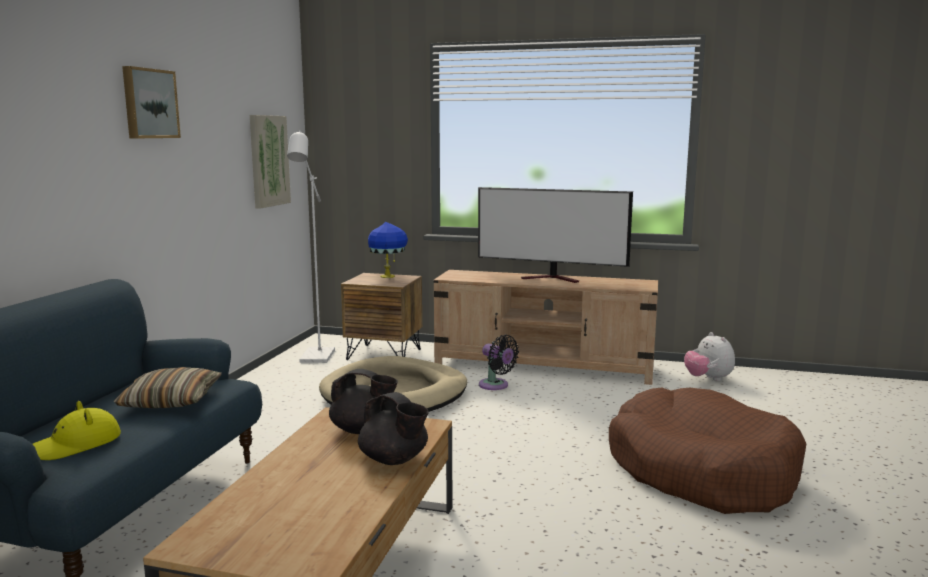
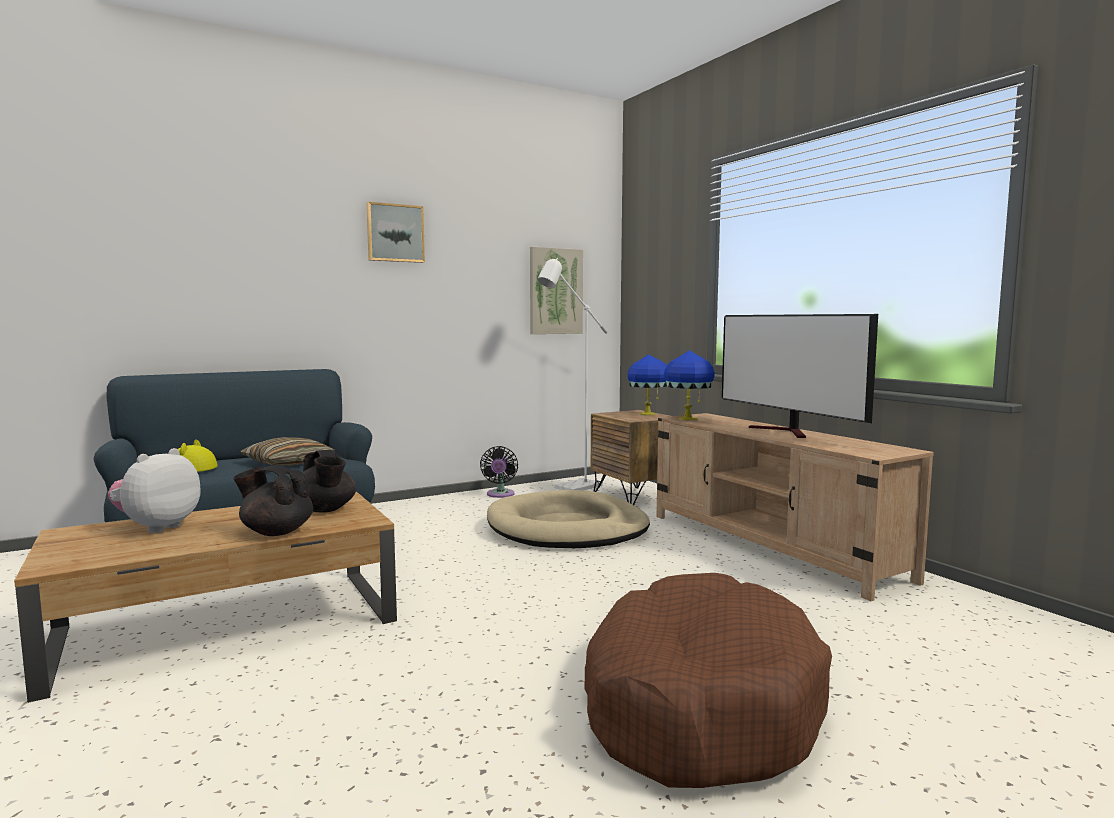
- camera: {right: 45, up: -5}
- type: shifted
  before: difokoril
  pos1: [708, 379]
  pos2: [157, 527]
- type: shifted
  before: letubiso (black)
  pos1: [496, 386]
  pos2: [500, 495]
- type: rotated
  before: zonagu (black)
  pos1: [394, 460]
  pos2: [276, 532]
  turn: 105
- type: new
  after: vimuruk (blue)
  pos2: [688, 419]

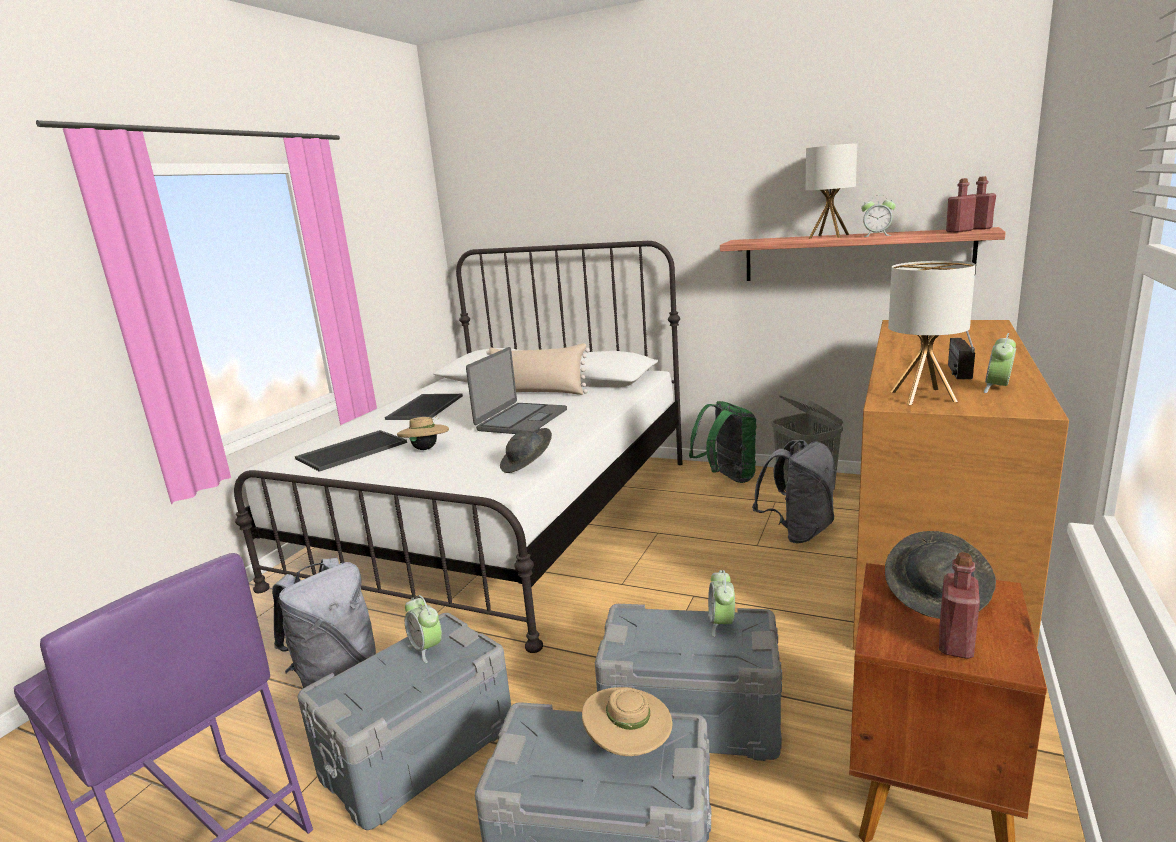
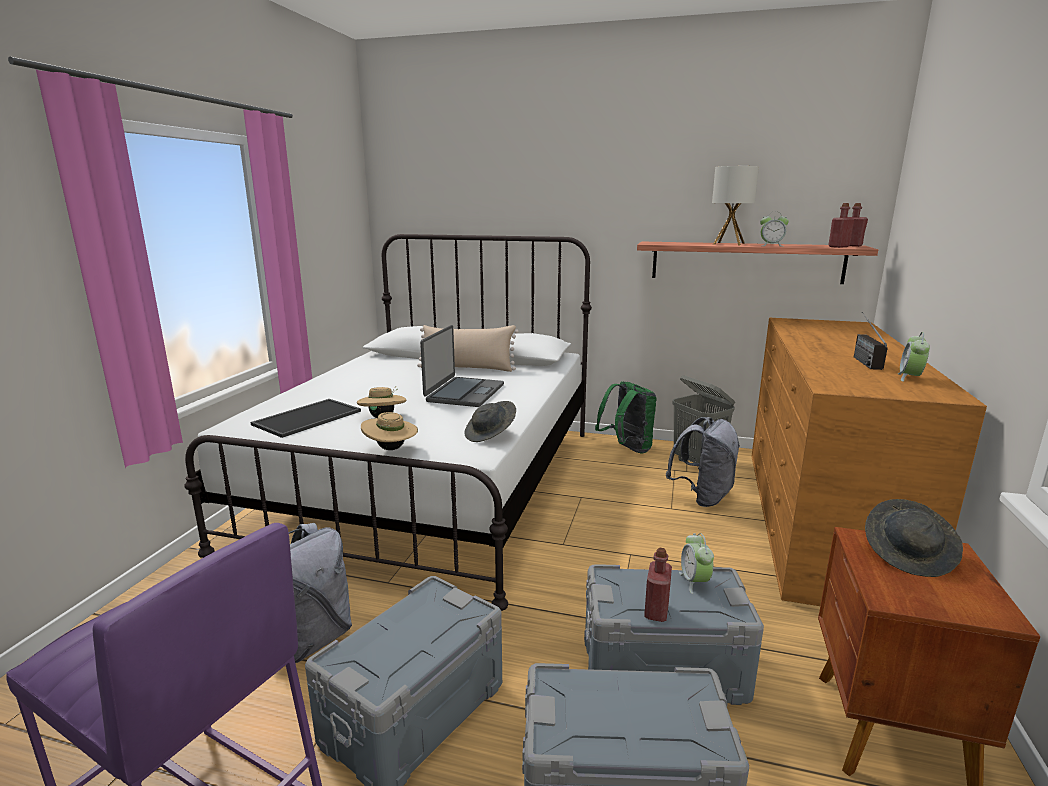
- camera: {right: -10, up: 0}
- type: gone
  before: vimuruk
  pos1: [922, 396]
- type: gone
  before: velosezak
  pos1: [424, 407]
- type: shifted
  before: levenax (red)
  pos1: [955, 644]
  pos2: [656, 611]
- type: gone
  before: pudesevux
  pos1: [426, 649]
- type: shifted
  before: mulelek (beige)
  pos1: [629, 747]
  pos2: [391, 449]

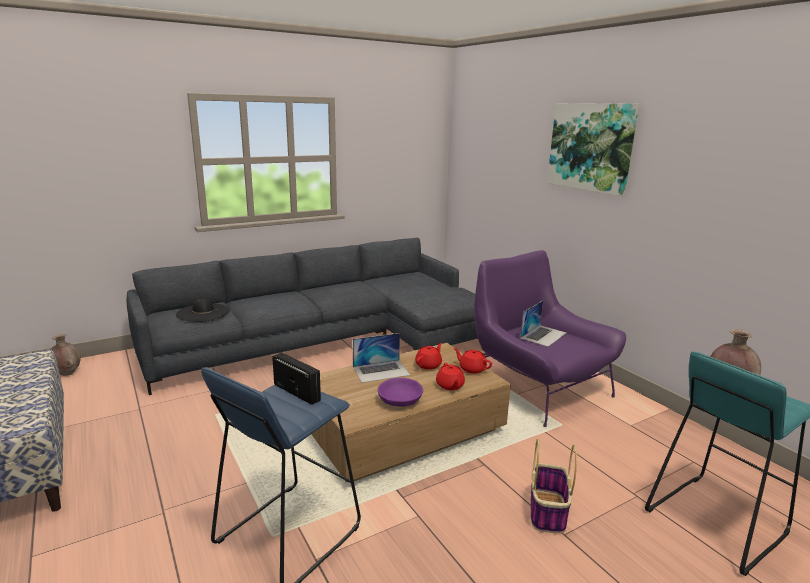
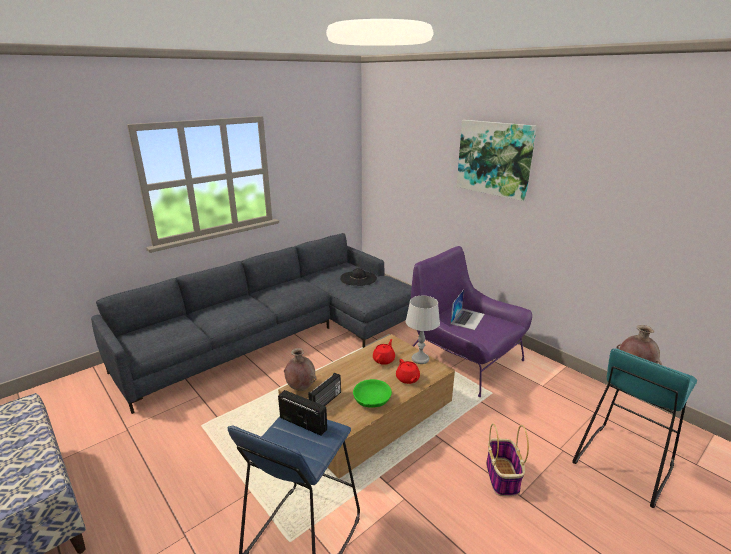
- camera: {right: -10, up: 5}
- type: shifted
  before: mulelek (black)
  pos1: [203, 312]
  pos2: [358, 278]
- type: gone
  before: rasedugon
  pos1: [381, 371]
- type: shifted
  before: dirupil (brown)
  pos1: [67, 373]
  pos2: [300, 387]
- type: swapped
  before: zonagu (red)
  after: vimuruk (grey)
  pos1: [472, 369]
  pos2: [420, 359]
- type: repainted
  before: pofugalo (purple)
  after: pofugalo (green)
  pos1: [400, 400]
  pos2: [372, 400]
- type: new
  after: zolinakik
  pos2: [326, 401]

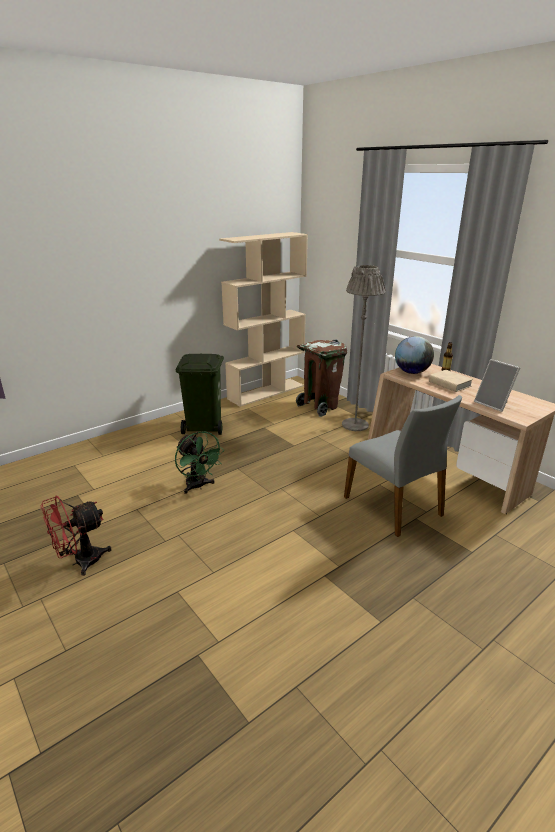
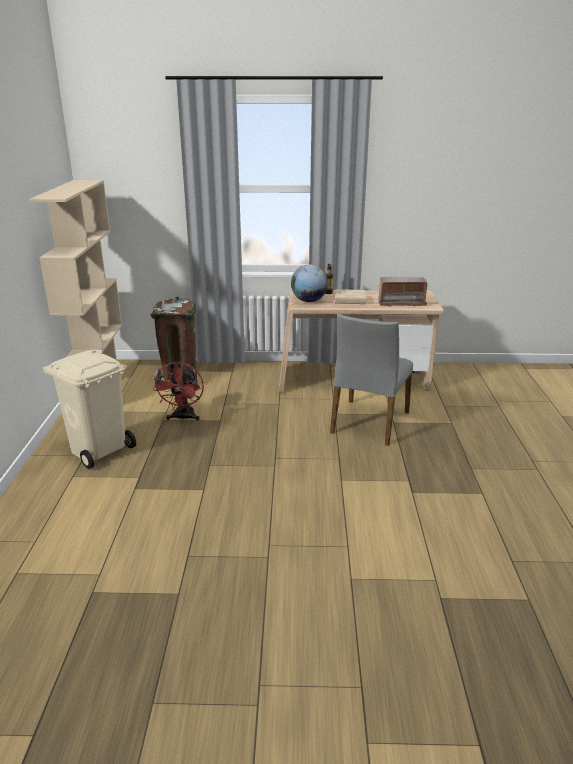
- camera: {right: -50, up: 0}
- type: gone
  before: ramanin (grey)
  pos1: [355, 425]
- type: repainted
  before: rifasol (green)
  after: rifasol (beige)
  pos1: [205, 426]
  pos2: [99, 449]
- type: swapped
  before: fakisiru
  after: zolinakik
  pos1: [493, 404]
  pos2: [401, 303]
- type: rotated
  before: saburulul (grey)
  pos1: [394, 506]
  pos2: [369, 422]
  turn: 105
- type: gone
  before: letubiso (green)
  pos1: [198, 486]
- type: shifted
  before: letubiso (red)
  pos1: [80, 562]
  pos2: [183, 418]

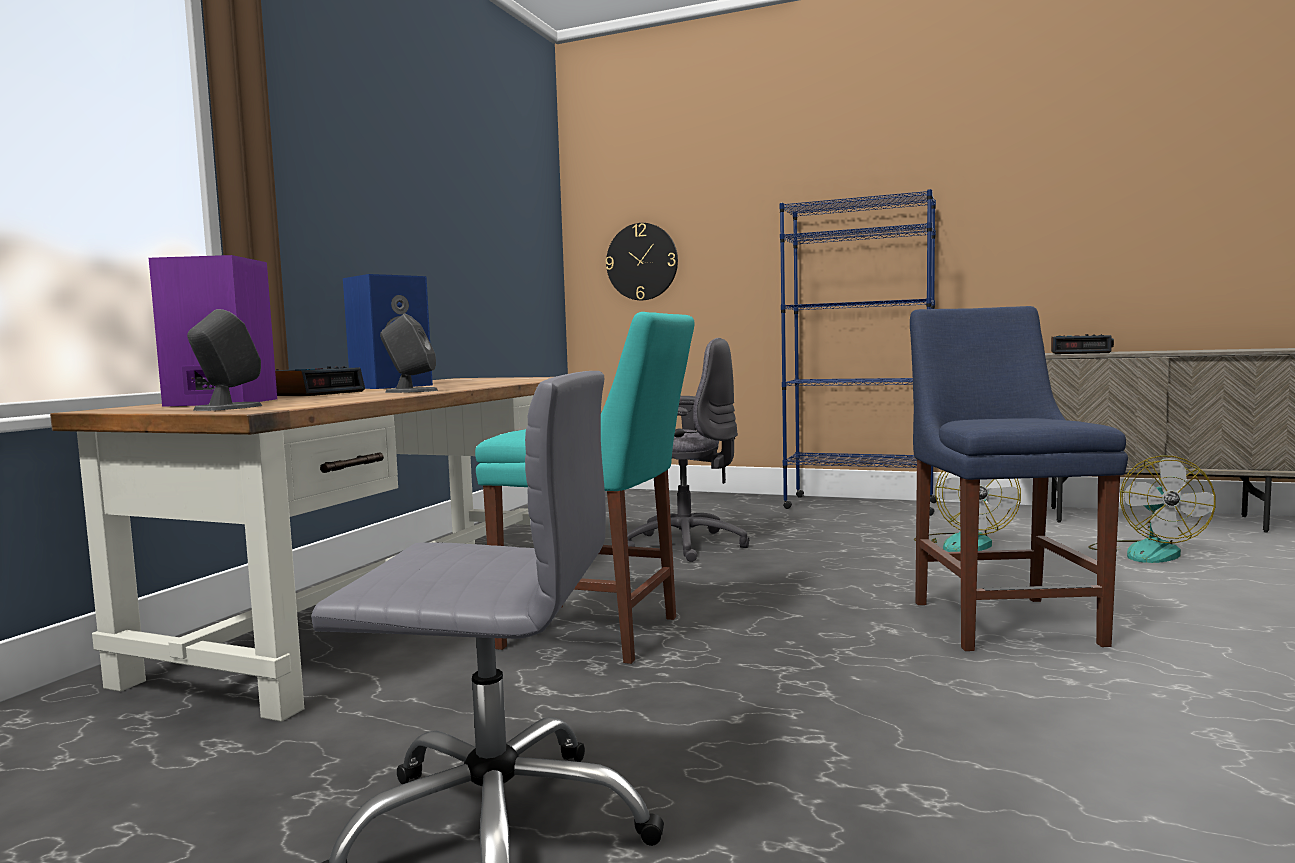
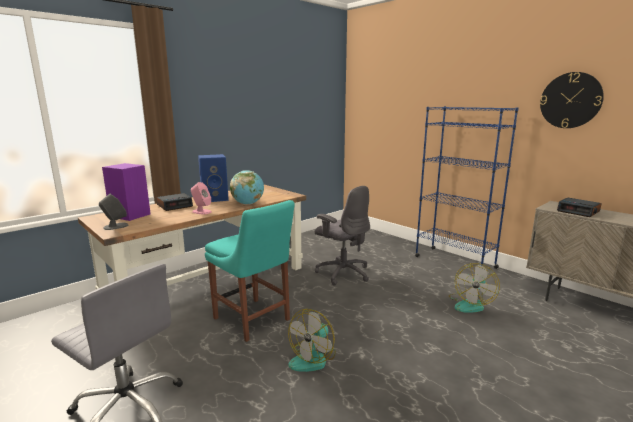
- camera: {right: 25, up: 10}
- type: shifted
  before: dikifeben
  pos1: [642, 262]
  pos2: [570, 100]
- type: gone
  before: saburulul (blue)
  pos1: [1001, 619]
- type: repainted
  before: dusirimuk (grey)
  after: dusirimuk (pink)
  pos1: [410, 391]
  pos2: [201, 212]
- type: shifted
  before: letubiso
  pos1: [1146, 552]
  pos2: [313, 358]
- type: new
  after: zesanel
  pos2: [248, 204]

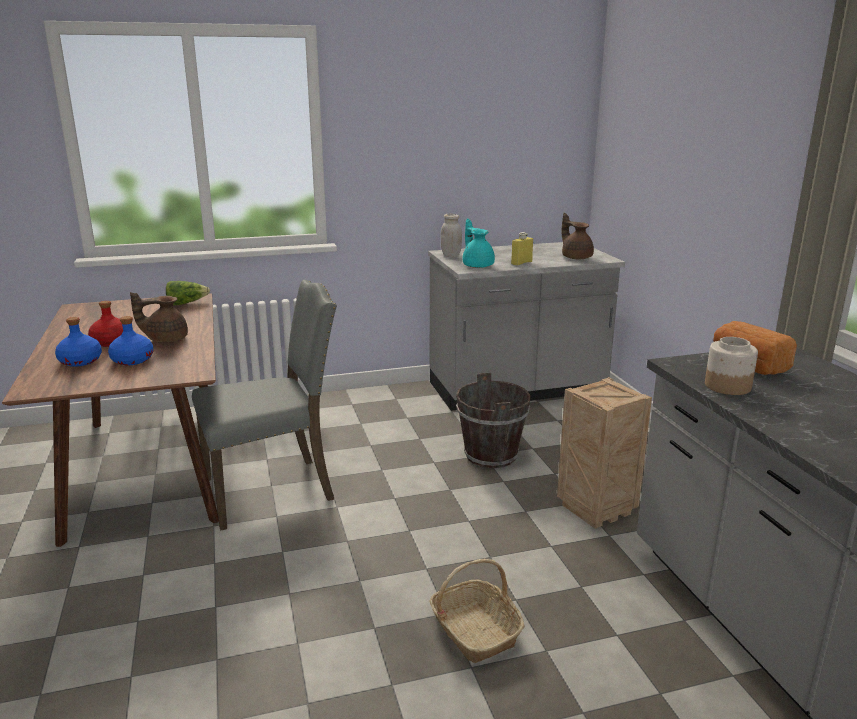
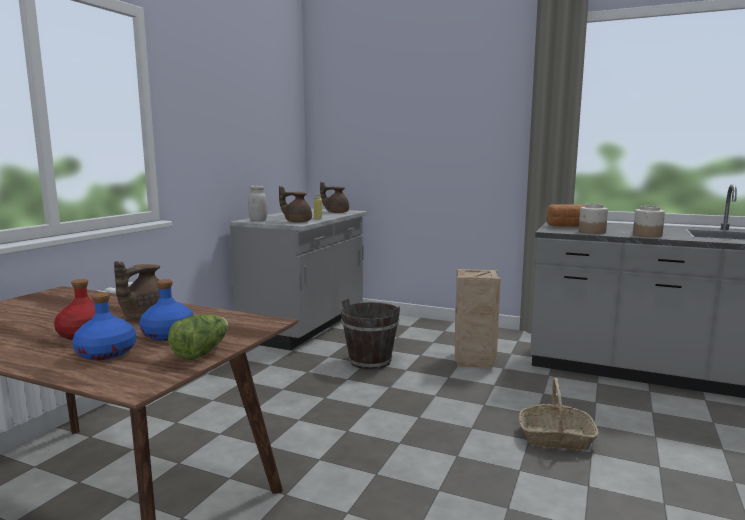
- camera: {right: -50, up: -10}
- type: repainted
  before: zonagu (turquoise)
  after: zonagu (brown)
  pos1: [477, 265]
  pos2: [297, 221]
- type: gone
  before: saburulul (grey)
  pos1: [272, 490]
- type: shifted
  before: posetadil
  pos1: [186, 303]
  pos2: [201, 352]
- type: new
  after: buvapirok
  pos2: [647, 235]

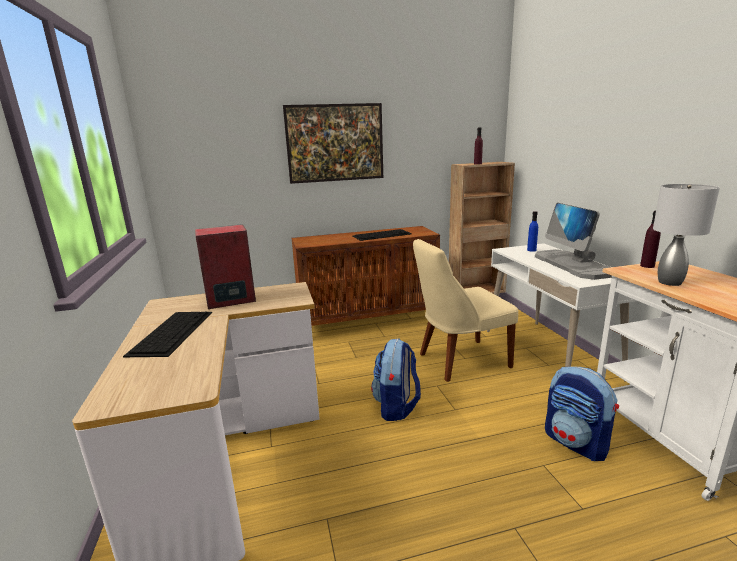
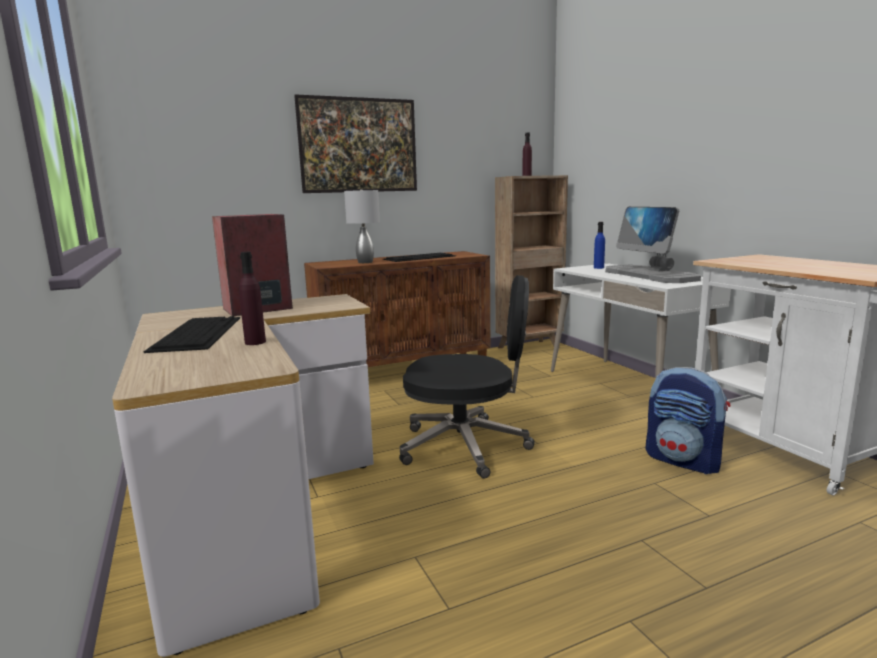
- camera: {right: -10, up: -5}
- type: shifted
  before: vimuruk (grey)
  pos1: [669, 282]
  pos2: [364, 262]
- type: shifted
  before: levenax (purple)
  pos1: [647, 266]
  pos2: [255, 342]
- type: gone
  before: saburulul (beige)
  pos1: [460, 361]
- type: swapped
  before: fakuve
  after: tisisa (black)
  pos1: [396, 407]
  pos2: [466, 446]

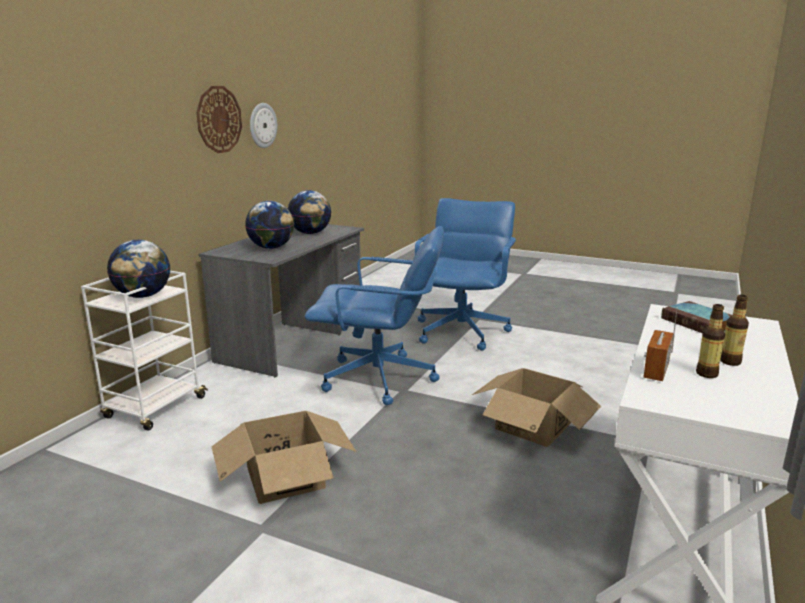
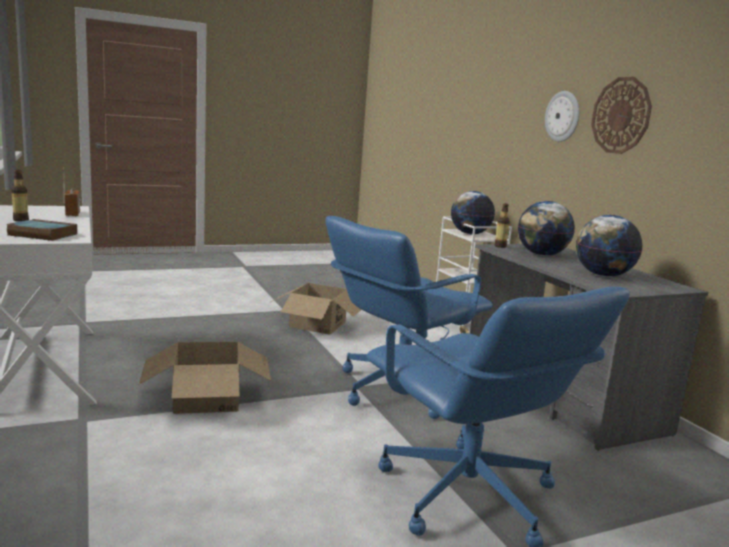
- camera: {right: 130, up: -5}
- type: shifted
  before: dikifeben
  pos1: [262, 125]
  pos2: [563, 116]
- type: shifted
  before: levenax
  pos1: [706, 374]
  pos2: [500, 246]

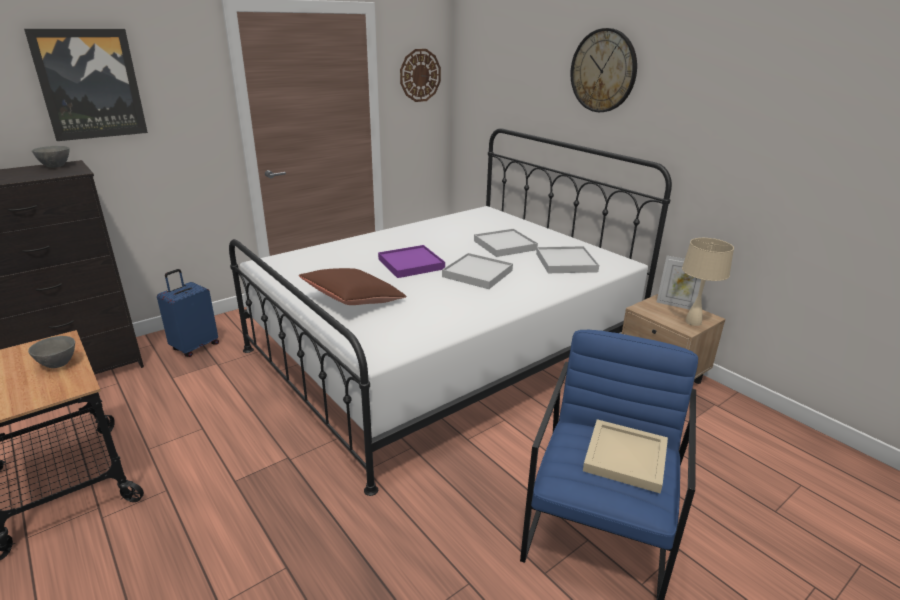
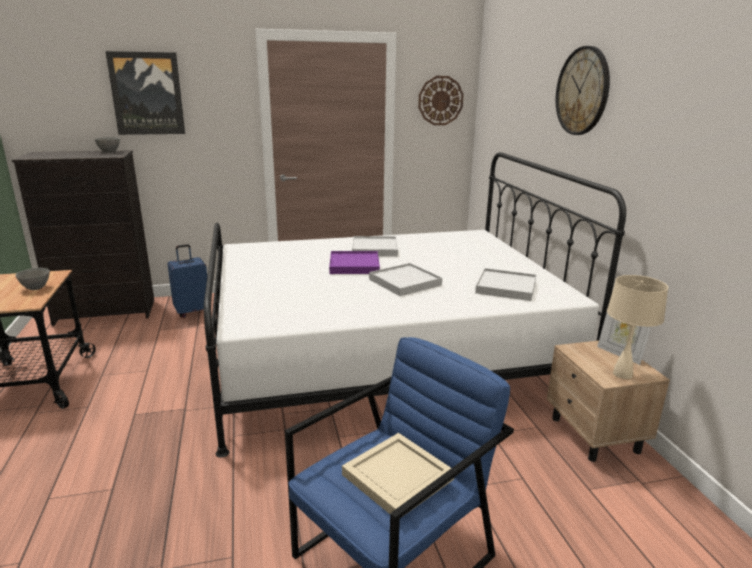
- camera: {right: 25, up: -5}
- type: shifted
  before: velosezak (white)
  pos1: [505, 245]
  pos2: [374, 249]
- type: gone
  before: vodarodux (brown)
  pos1: [353, 300]

